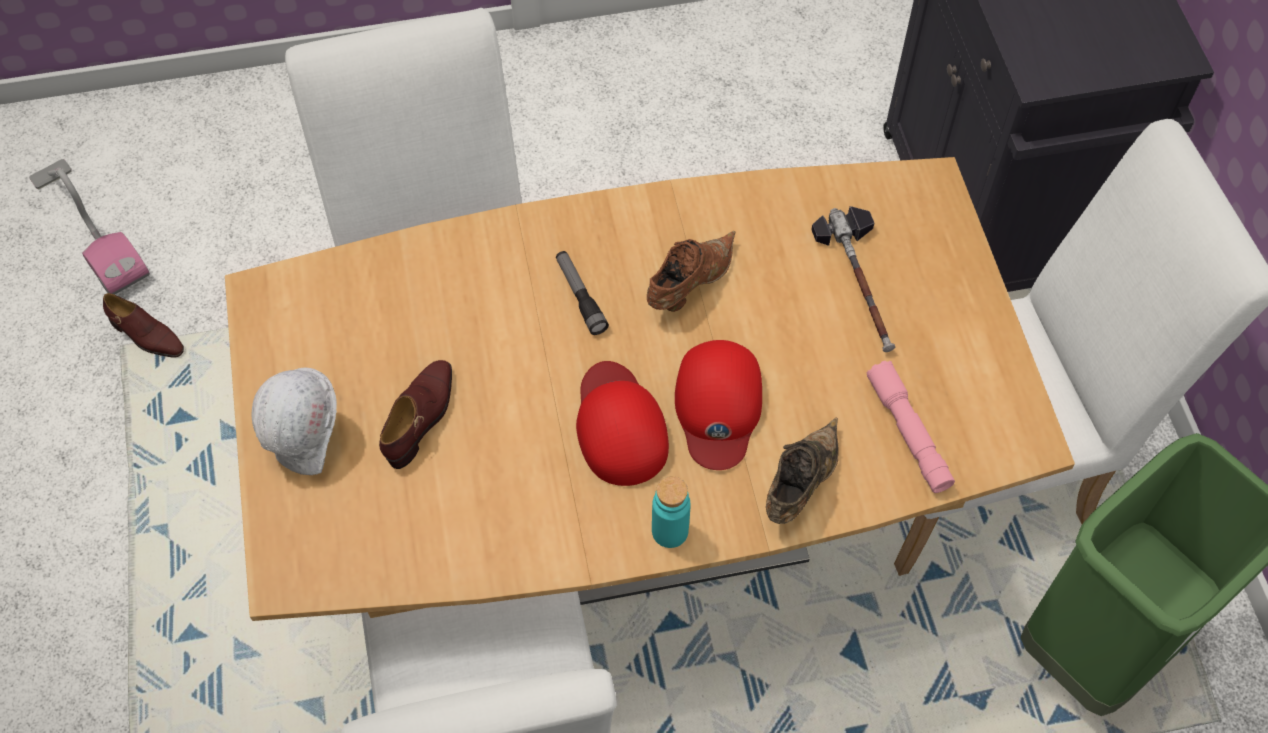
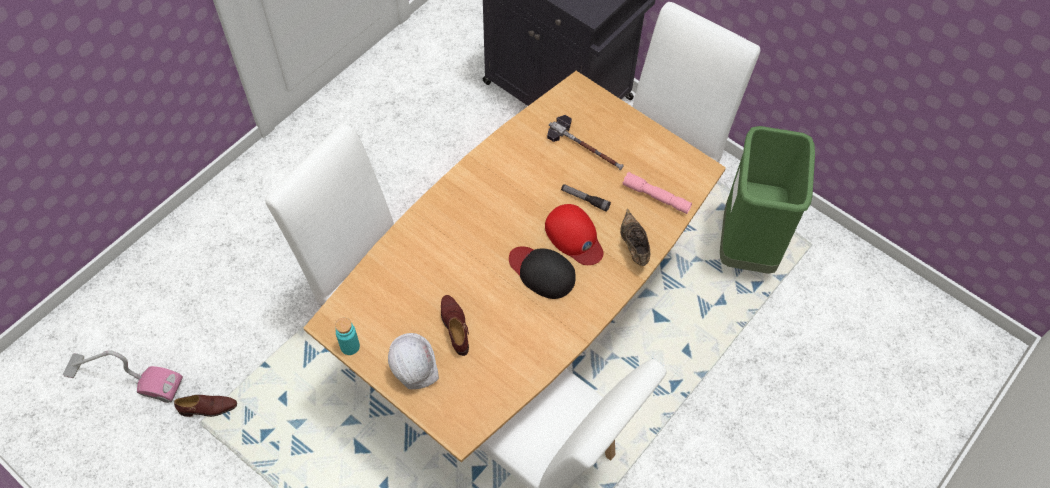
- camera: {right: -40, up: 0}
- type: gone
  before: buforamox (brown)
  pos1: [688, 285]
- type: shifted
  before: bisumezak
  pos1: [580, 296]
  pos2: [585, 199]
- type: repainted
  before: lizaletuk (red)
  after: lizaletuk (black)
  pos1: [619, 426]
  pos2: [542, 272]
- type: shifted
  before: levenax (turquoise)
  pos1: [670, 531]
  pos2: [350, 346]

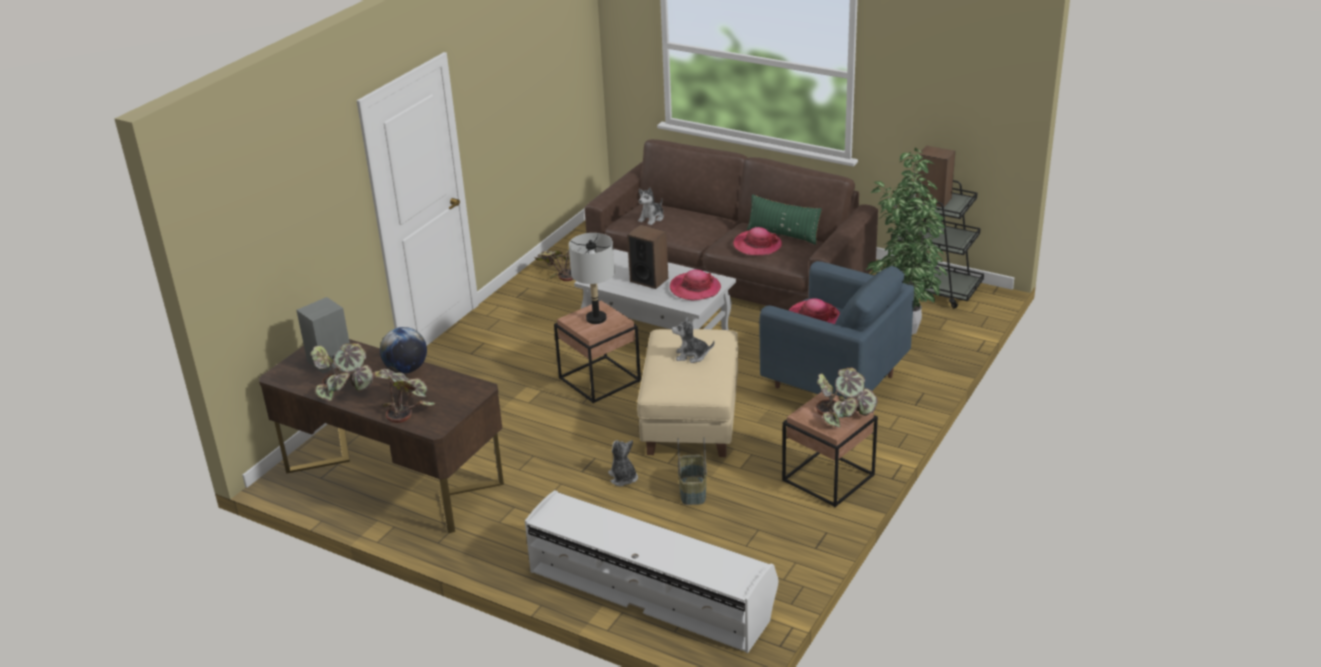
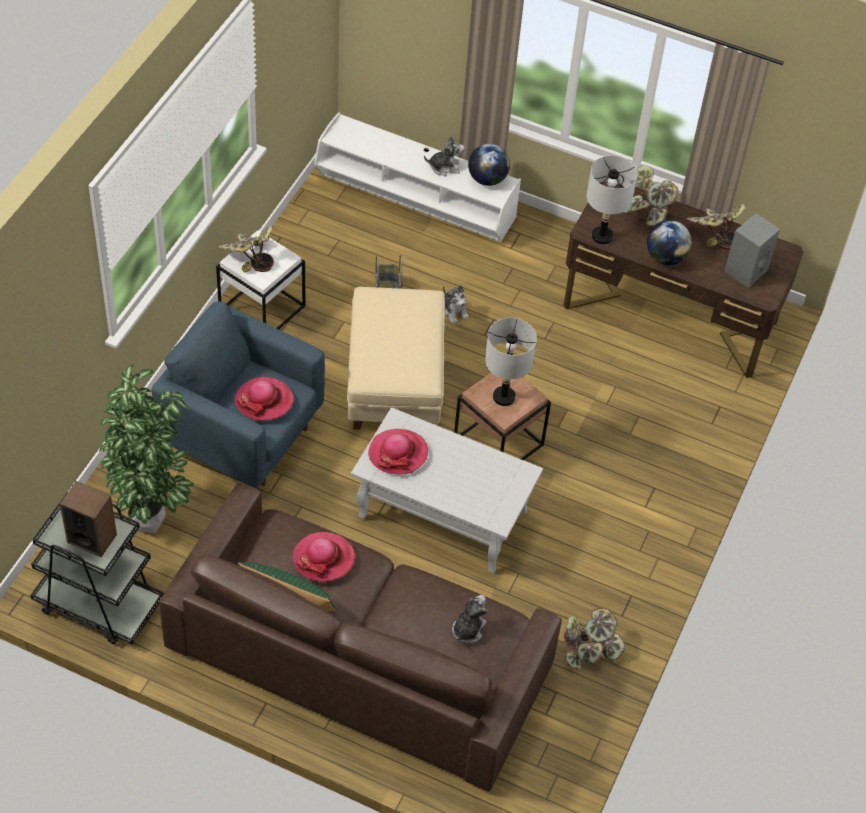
- camera: {right: 170, up: 20}
- type: gone
  before: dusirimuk
  pos1: [649, 280]
- type: shifted
  before: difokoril
  pos1: [692, 356]
  pos2: [444, 167]
- type: repainted
  before: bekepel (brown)
  after: bekepel (white)
  pos1: [829, 478]
  pos2: [261, 309]
- type: new
  after: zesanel
  pos2: [487, 179]
- type: new
  after: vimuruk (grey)
  pos2: [602, 236]

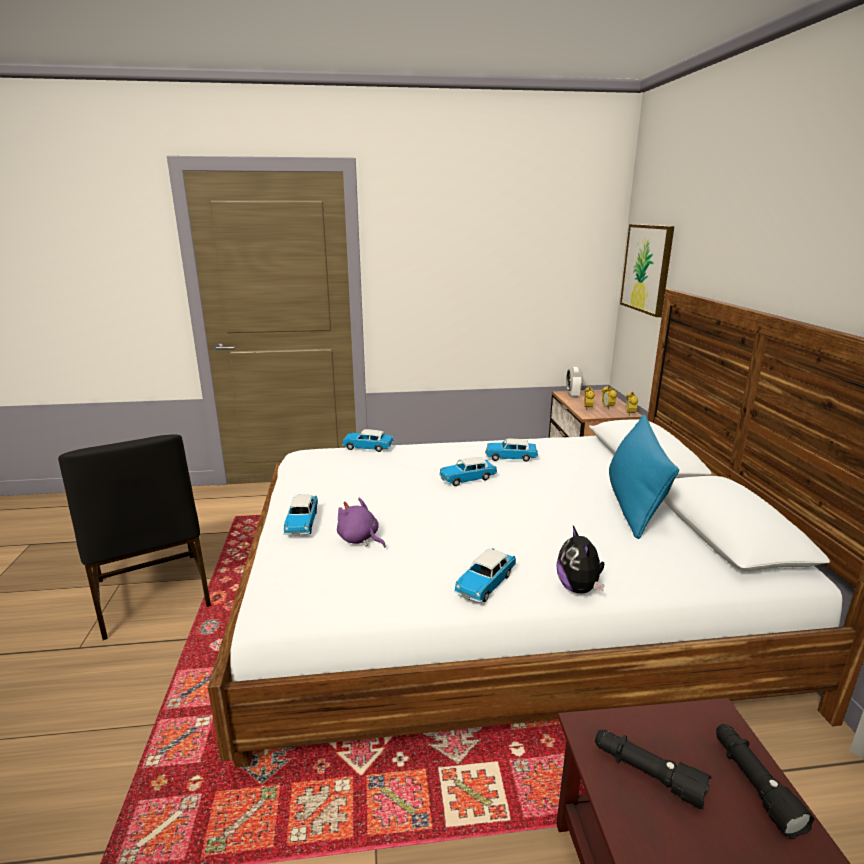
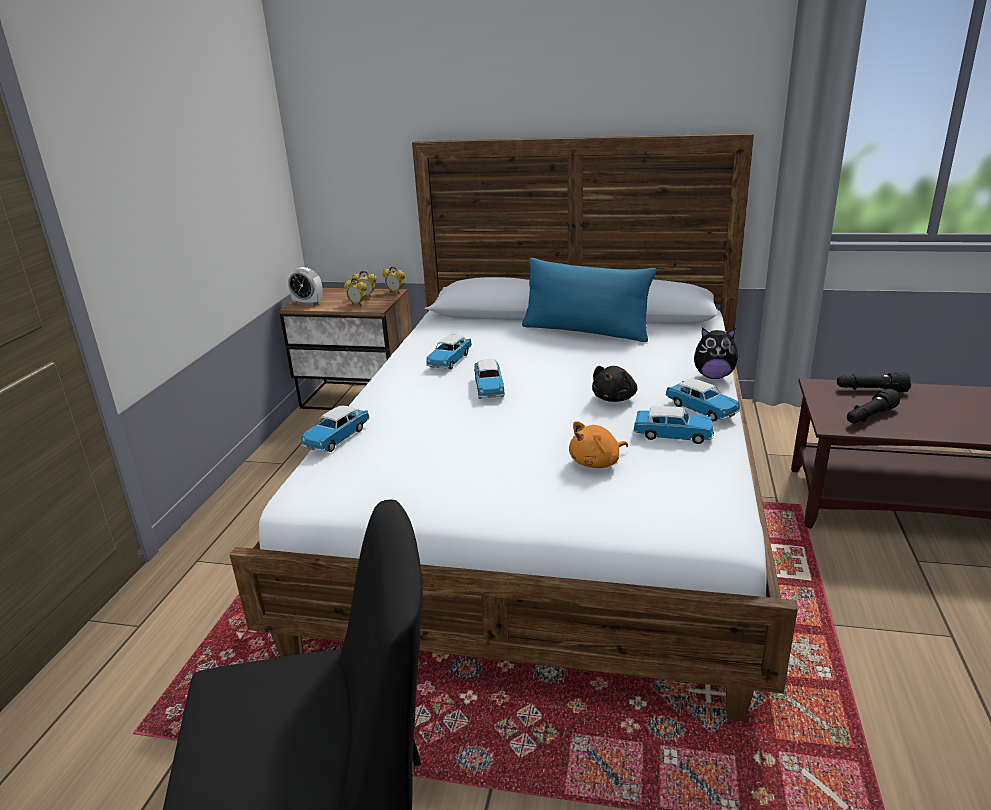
- camera: {right: -70, up: 5}
- type: gone
  before: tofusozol
  pos1: [647, 268]
- type: shifted
  before: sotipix
  pos1: [302, 523]
  pos2: [673, 435]
- type: repainted
  before: difokoril (purple)
  after: difokoril (orange)
  pos1: [360, 539]
  pos2: [597, 462]
- type: new
  after: difokoril (black)
  pos2: [615, 398]

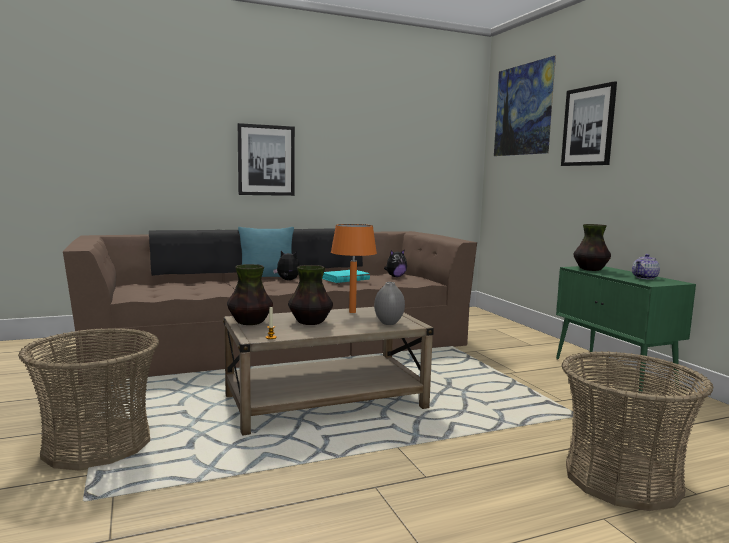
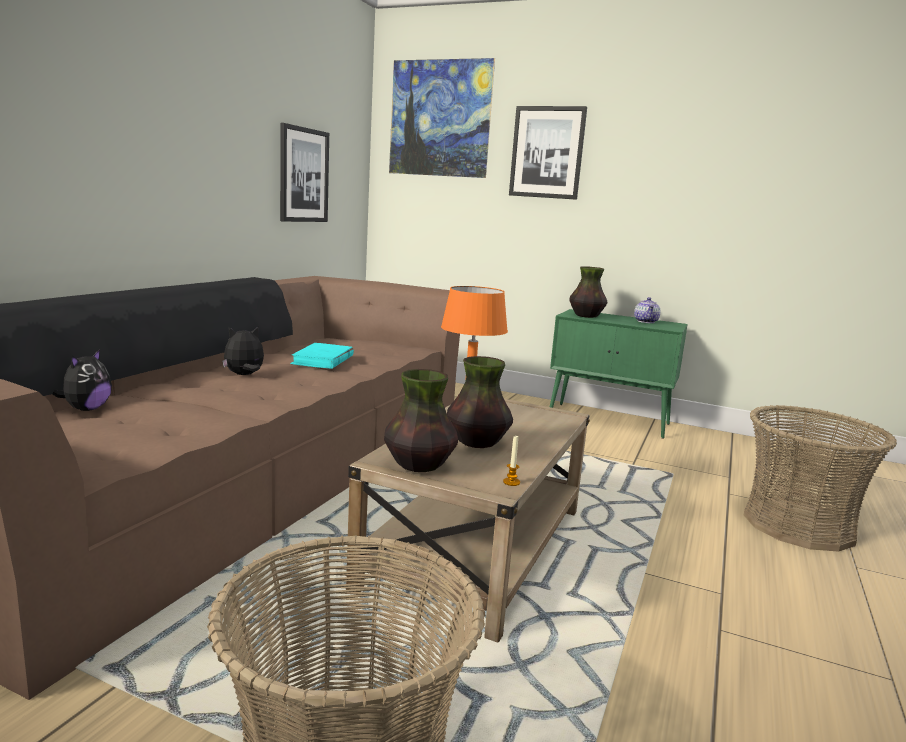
- camera: {right: -45, up: 5}
- type: shifted
  before: tofusozol
  pos1: [266, 160]
  pos2: [303, 175]
- type: gone
  before: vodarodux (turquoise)
  pos1: [267, 278]
- type: shifted
  before: difokoril
  pos1: [395, 277]
  pos2: [86, 409]
- type: gone
  before: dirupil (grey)
  pos1: [389, 323]

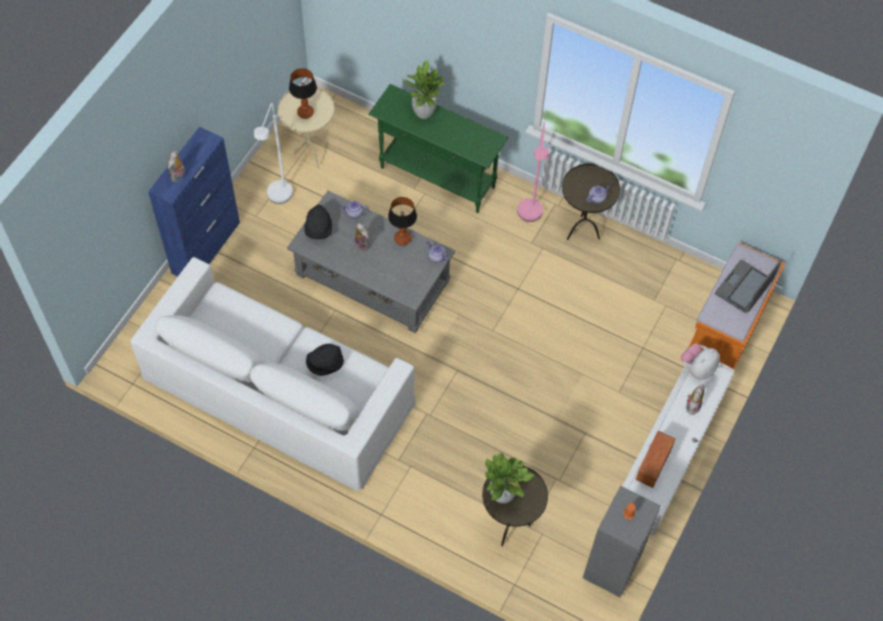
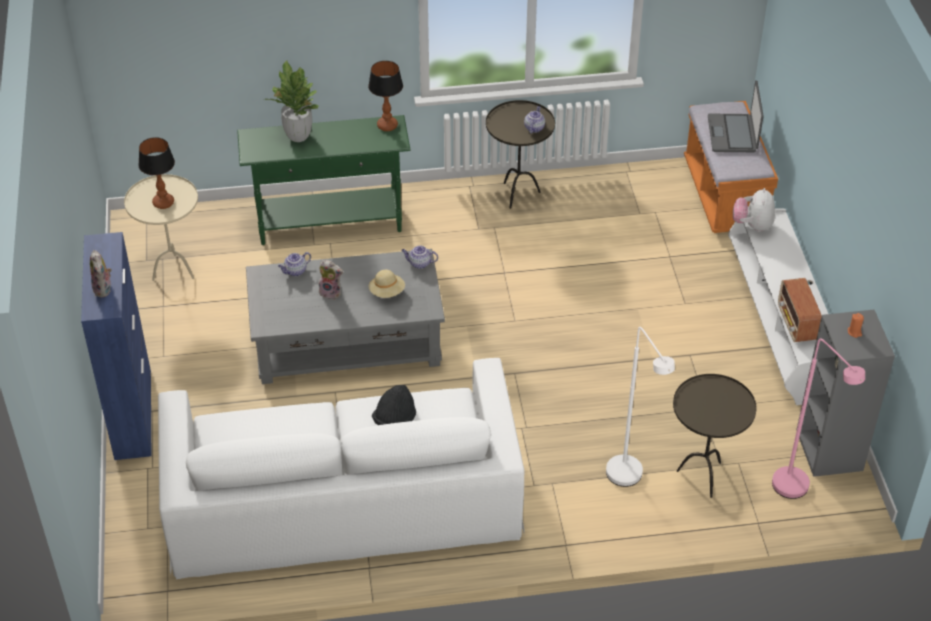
- camera: {right: -35, up: -15}
- type: shifted
  before: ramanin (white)
  pos1: [278, 199]
  pos2: [630, 479]
- type: shifted
  before: ramanin (pink)
  pos1: [530, 217]
  pos2: [798, 491]
- type: shifted
  before: vimuruk
  pos1: [402, 238]
  pos2: [387, 126]
- type: gone
  before: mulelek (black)
  pos1: [318, 229]
- type: gone
  before: difokoril
  pos1: [692, 405]
- type: gone
  before: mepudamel
  pos1: [502, 495]
- type: new
  after: mulelek (beige)
  pos2: [387, 292]

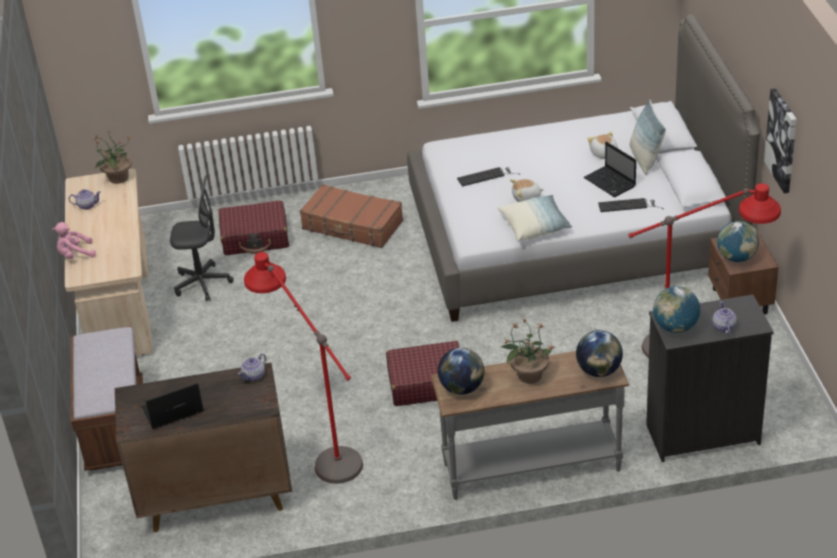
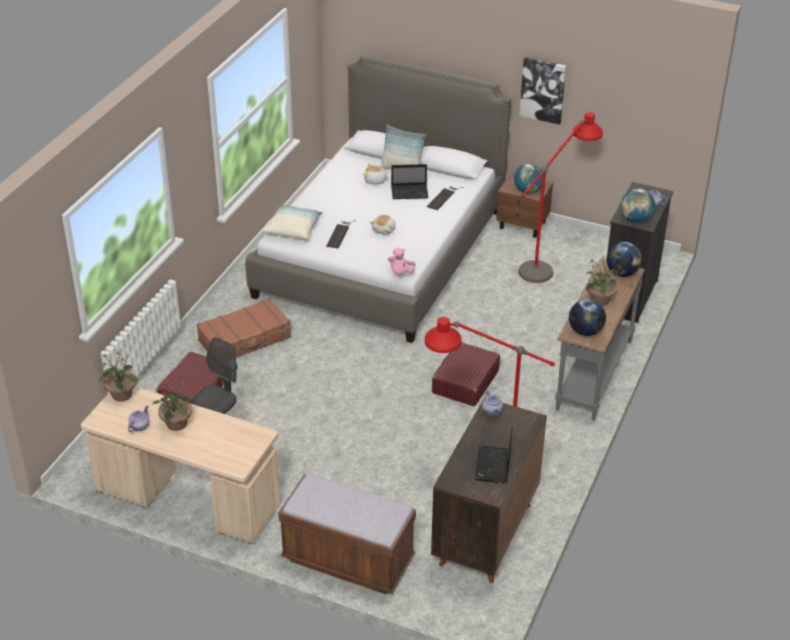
- camera: {right: -60, up: 0}
- type: shifted
  before: vodarodux
  pos1: [535, 226]
  pos2: [293, 228]
- type: shifted
  before: difokoril (pink)
  pos1: [75, 255]
  pos2: [400, 273]
- type: new
  after: mepudamel
  pos2: [176, 424]

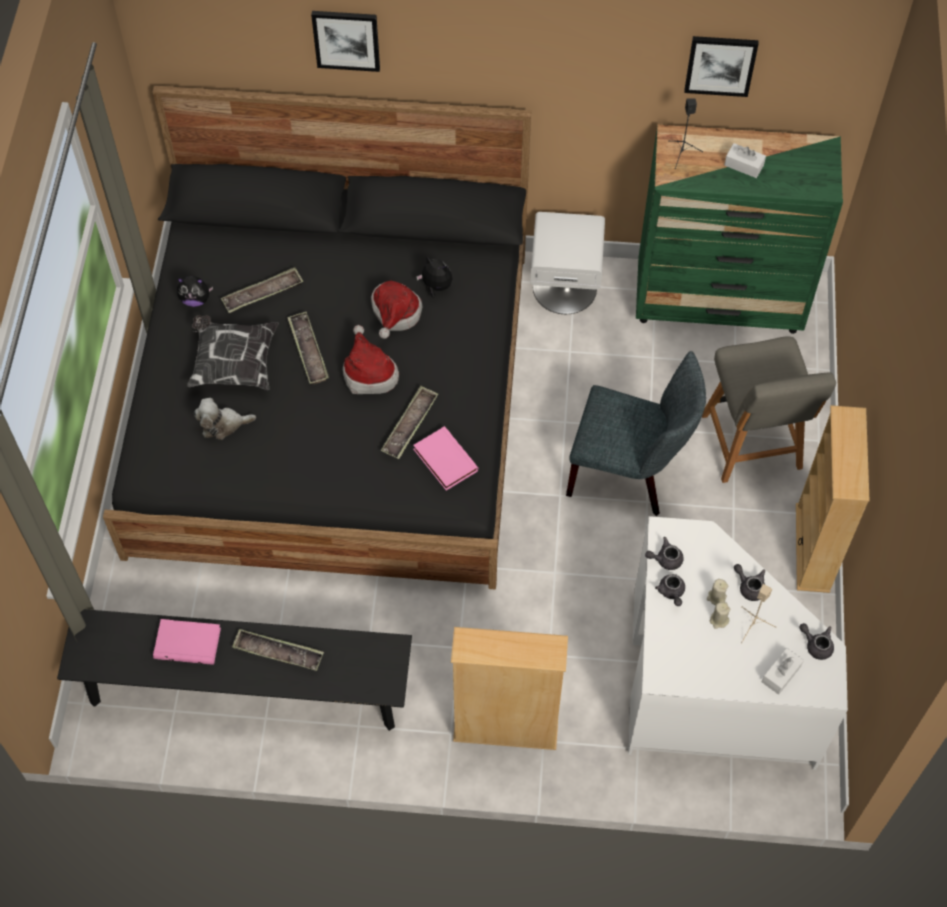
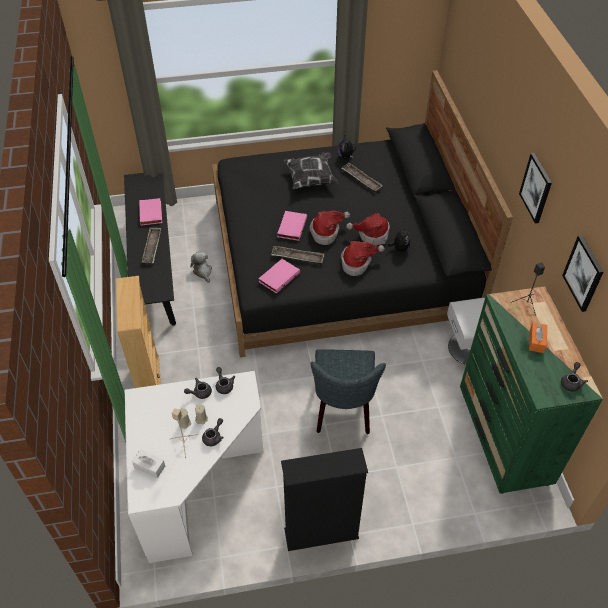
- camera: {right: 75, up: -10}
- type: shifted
  before: tofusozol
  pos1: [346, 39]
  pos2: [536, 188]
- type: repainted
  before: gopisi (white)
  after: gopisi (orange)
  pos1: [744, 165]
  pos2: [536, 341]
- type: gone
  before: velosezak
  pos1: [308, 351]
- type: gone
  before: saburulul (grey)
  pos1: [752, 445]
- type: shifted
  before: difokoril
  pos1: [223, 424]
  pos2: [203, 272]
- type: repainted
  before: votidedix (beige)
  after: votidedix (black)
  pos1: [813, 548]
  pos2: [321, 534]
- type: shifted
  before: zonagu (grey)
  pos1: [816, 645]
  pos2: [571, 382]
- type: new
  after: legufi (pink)
  pos2: [291, 227]
- type: new
  after: mulelek
  pos2: [357, 263]

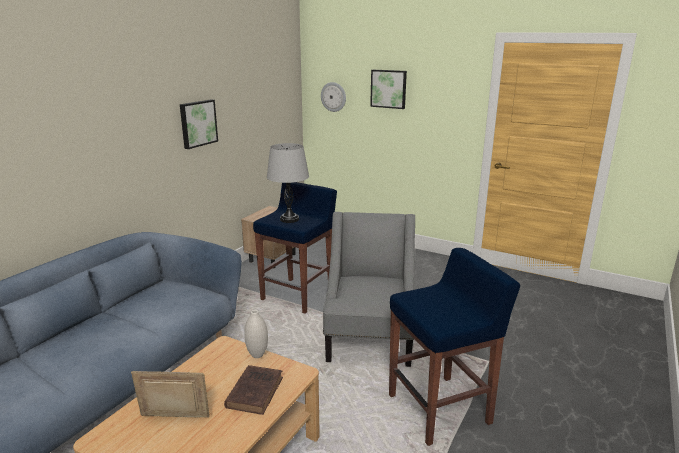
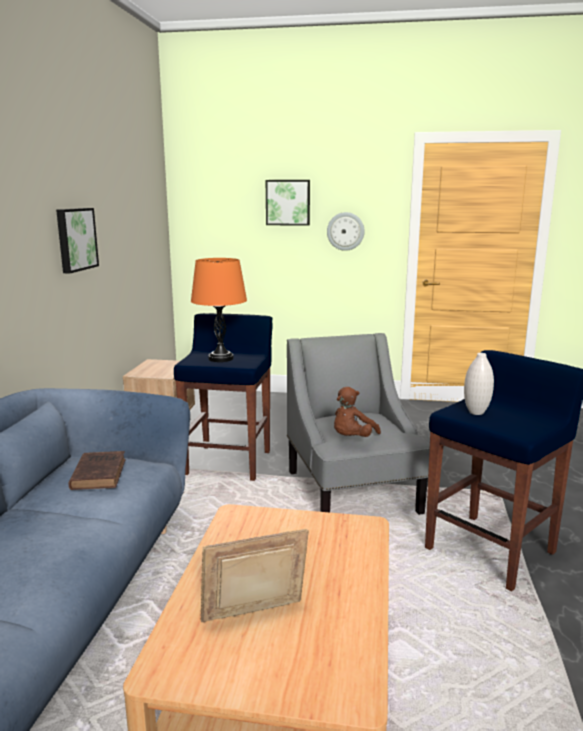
- camera: {right: -20, up: -5}
- type: shifted
  before: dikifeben
  pos1: [333, 97]
  pos2: [345, 231]
- type: repainted
  before: vimuruk (grey)
  after: vimuruk (orange)
  pos1: [289, 219]
  pos2: [221, 358]
- type: shifted
  before: dirupil (white)
  pos1: [257, 355]
  pos2: [476, 412]
- type: shifted
  before: legufi (brown)
  pos1: [255, 391]
  pos2: [99, 473]
- type: new
  after: difokoril (brown)
  pos2: [352, 438]

